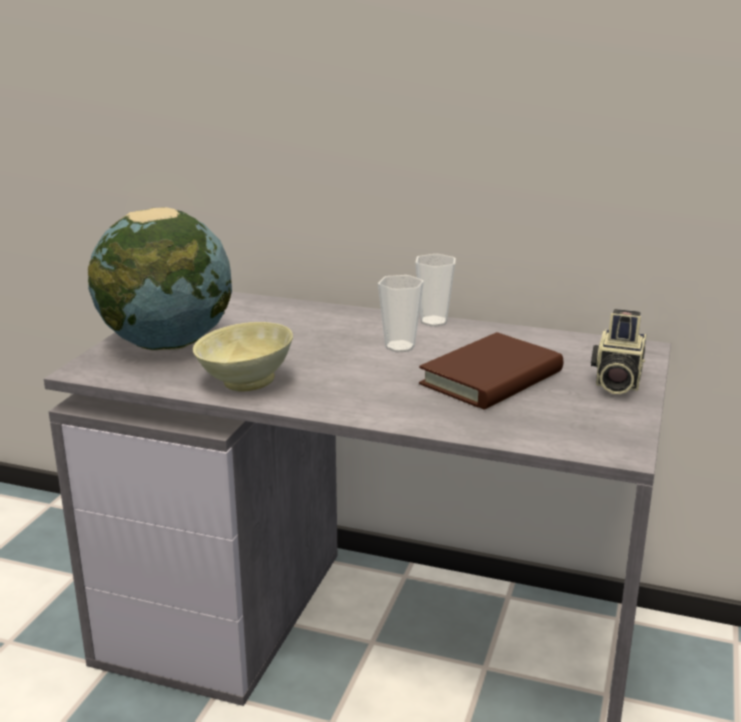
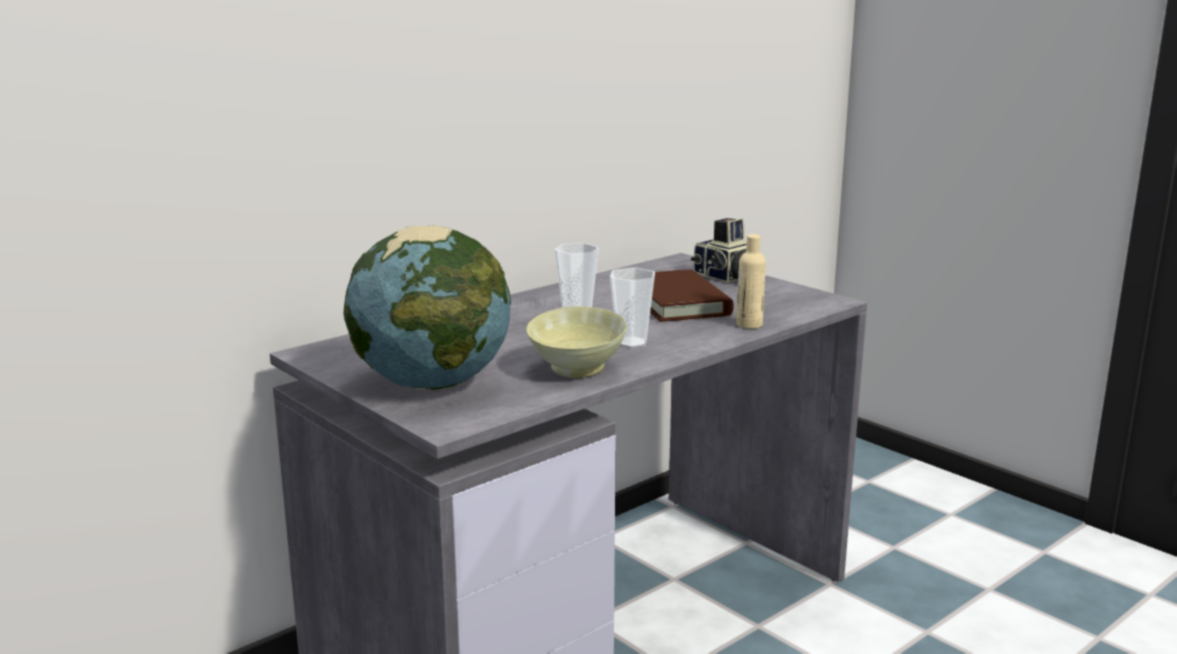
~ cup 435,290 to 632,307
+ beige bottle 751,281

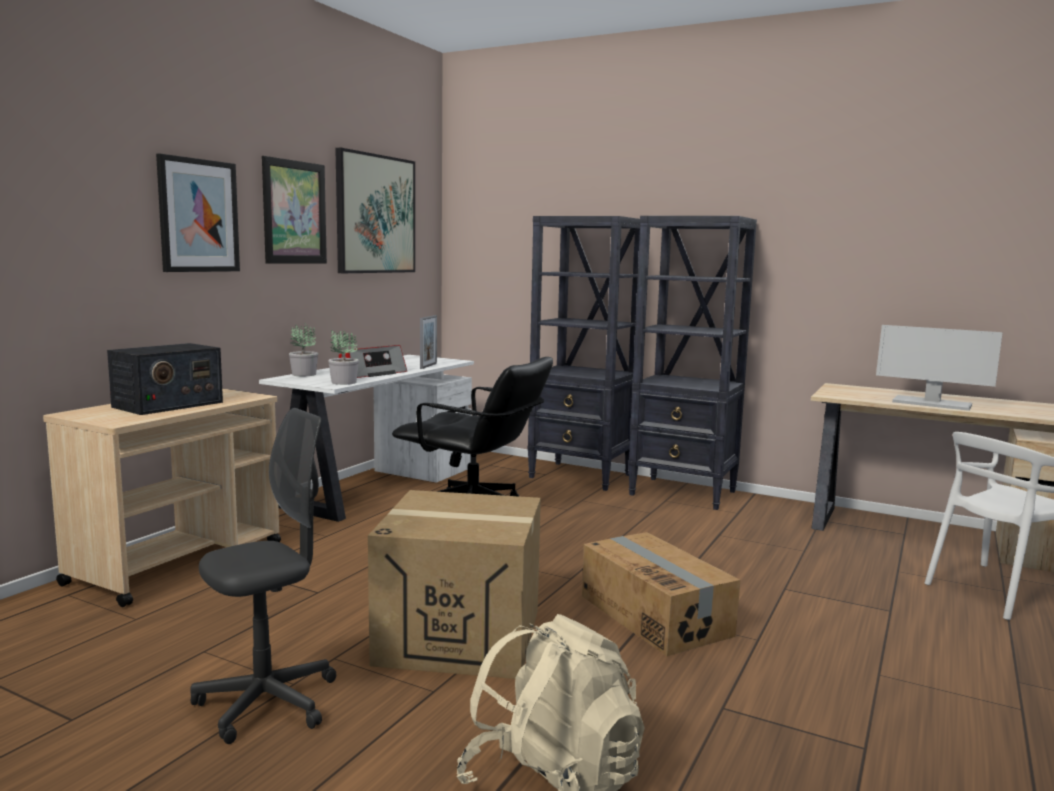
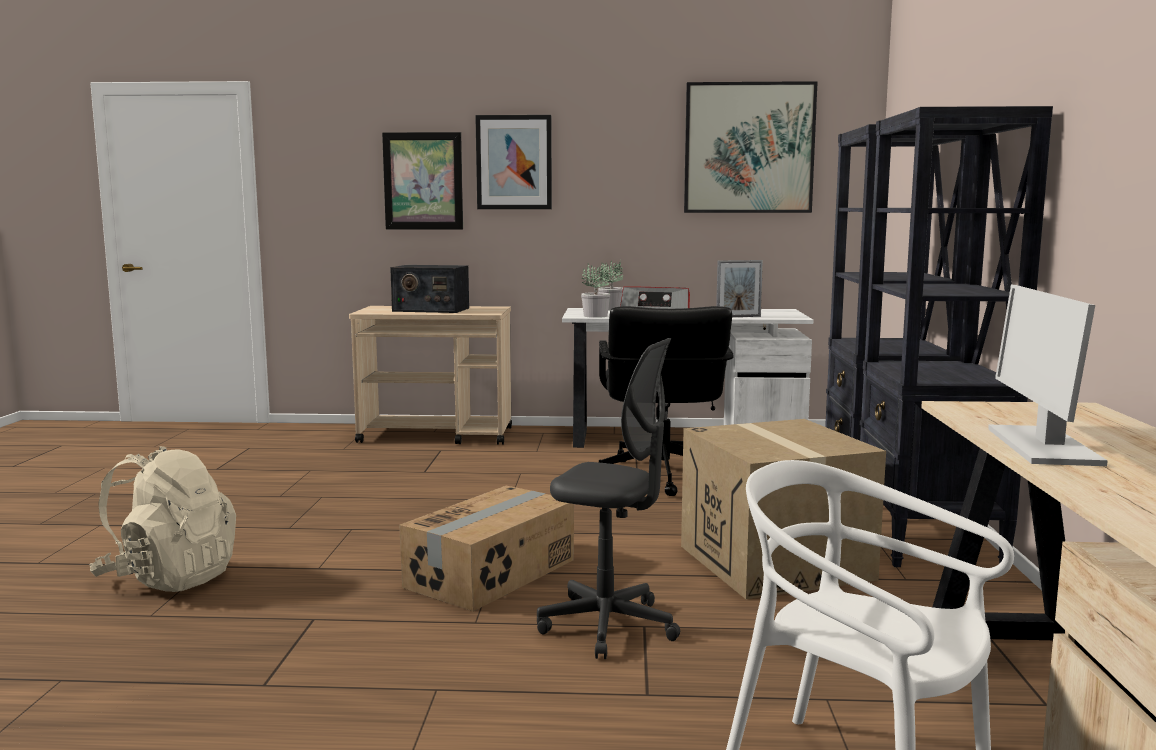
~ grey office chair 263,576 to 608,498
~ picture 294,210 to 422,180
~ cardboard box 454,584 to 783,509

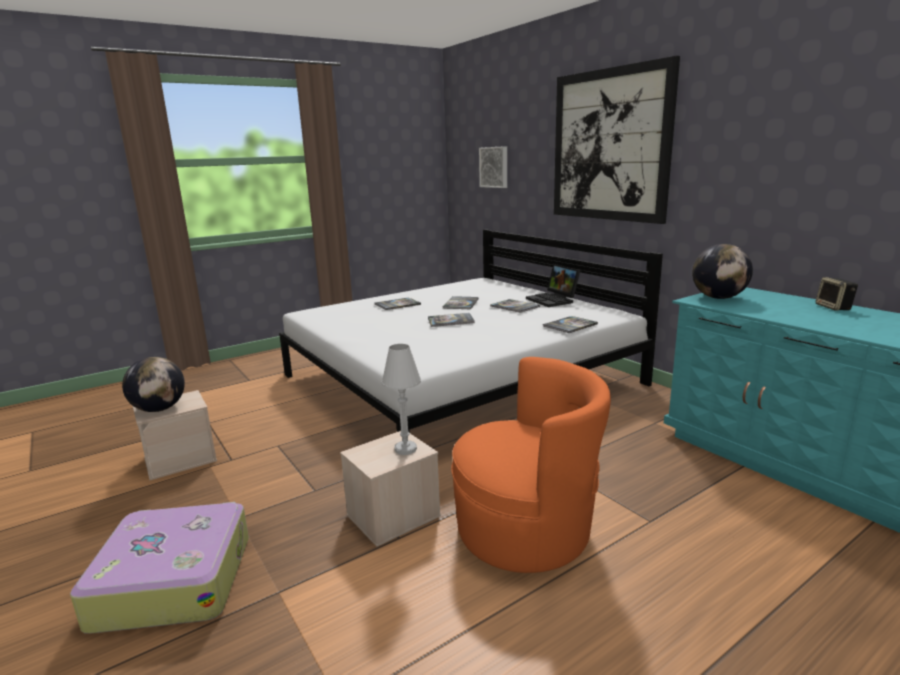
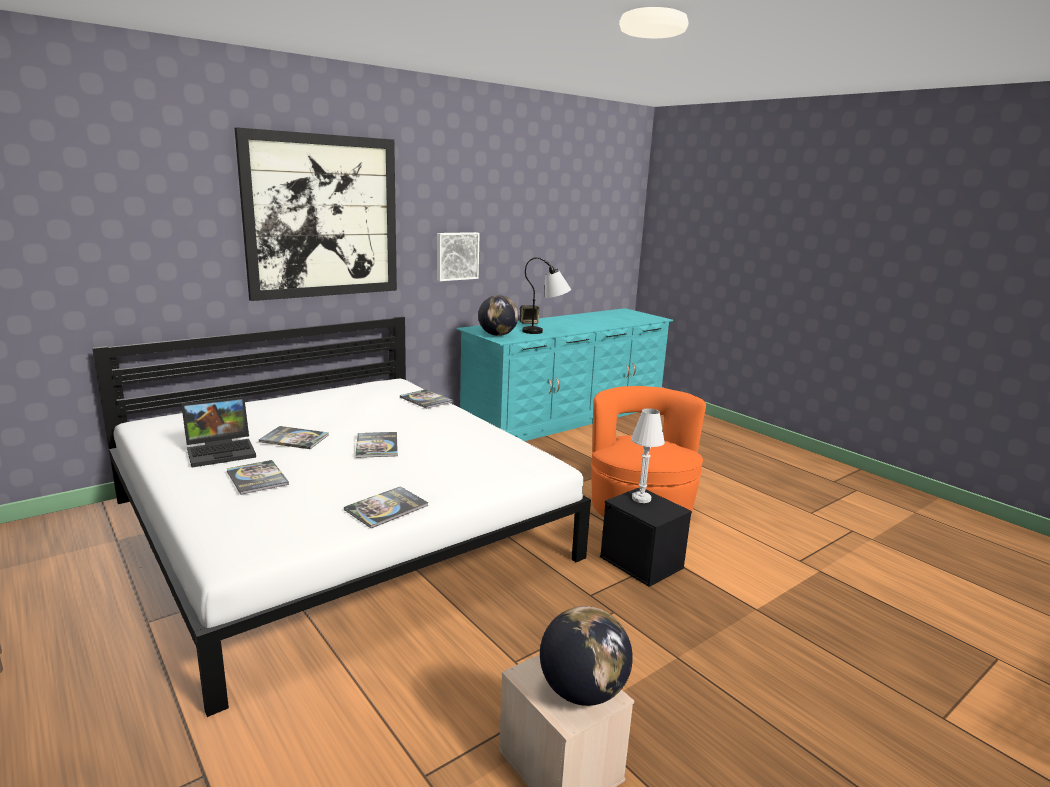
- suitcase 159,568
~ beige storage box 390,489 to black storage box 646,537
~ picture 493,167 to 458,256
~ book 515,306 to 386,507
~ laptop 553,285 to 218,432
+ table lamp 546,295

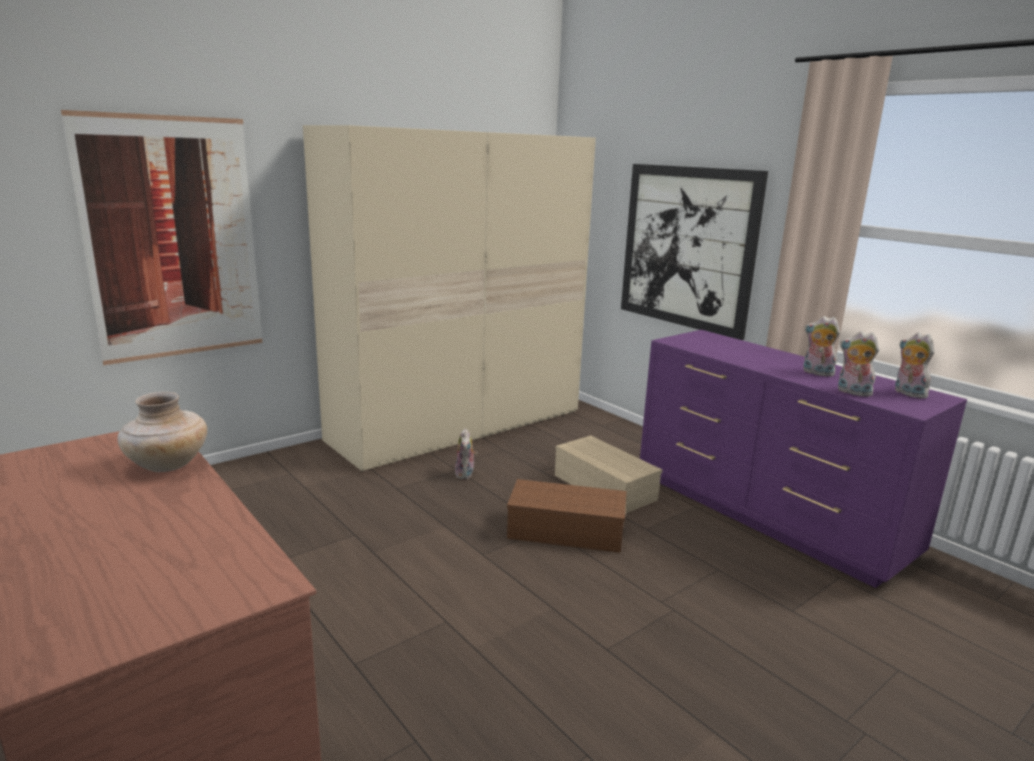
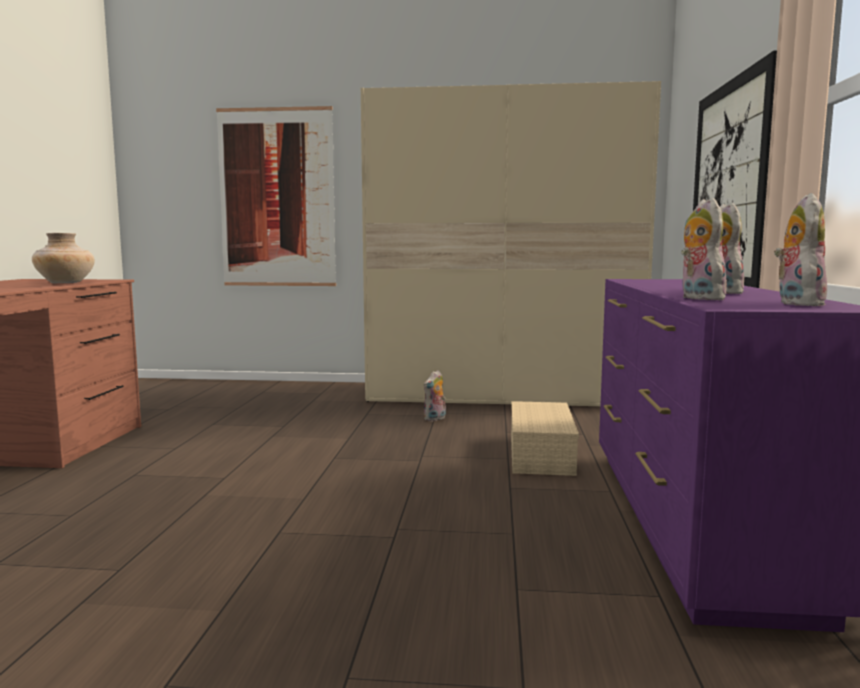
- brown storage box 566,516

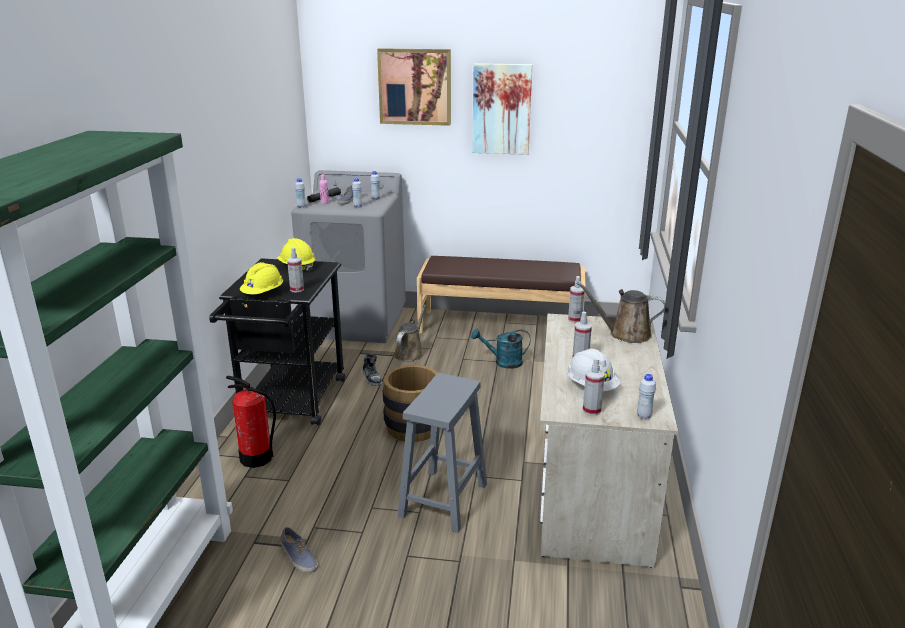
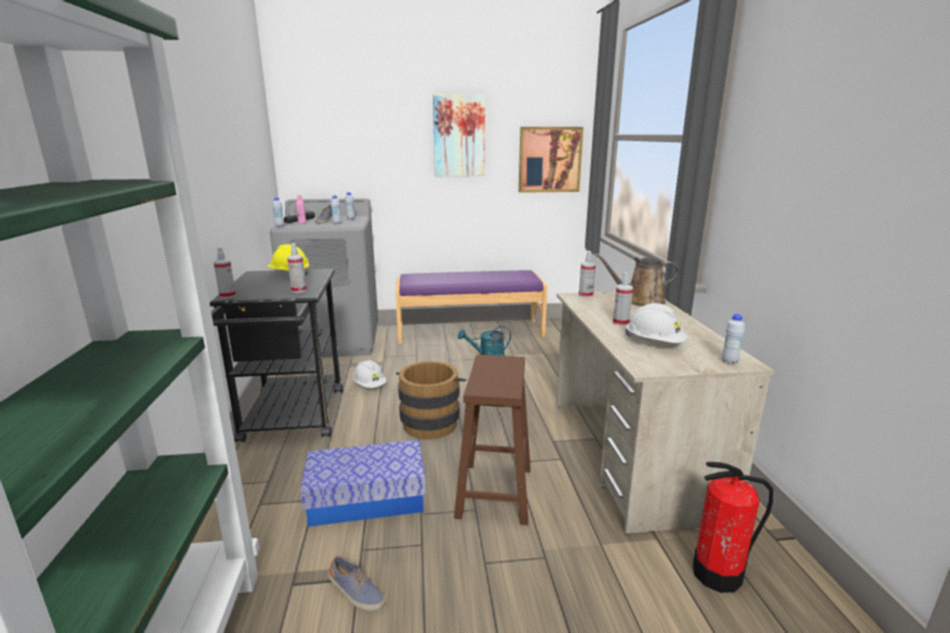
~ fire extinguisher 251,422 to 733,527
- yellow hard hat 261,278
~ shoe 372,370 to white hard hat 369,374
~ picture 414,87 to 551,160
- brown watering can 410,333
~ grey stool 442,453 to brown stool 492,440
~ brown bench 501,294 to purple bench 471,307
~ spray bottle 594,387 to 224,273
+ storage box 363,483

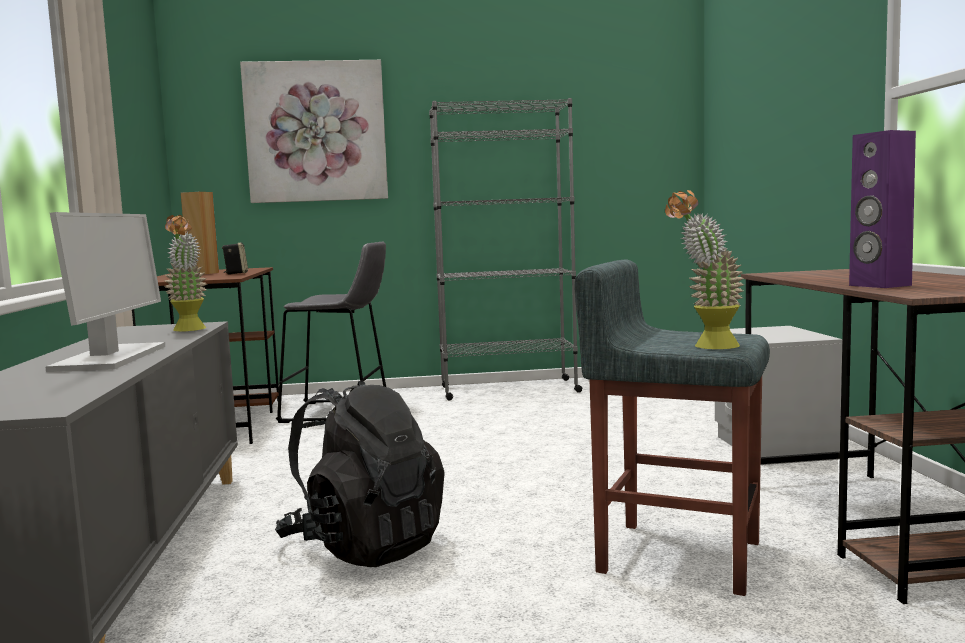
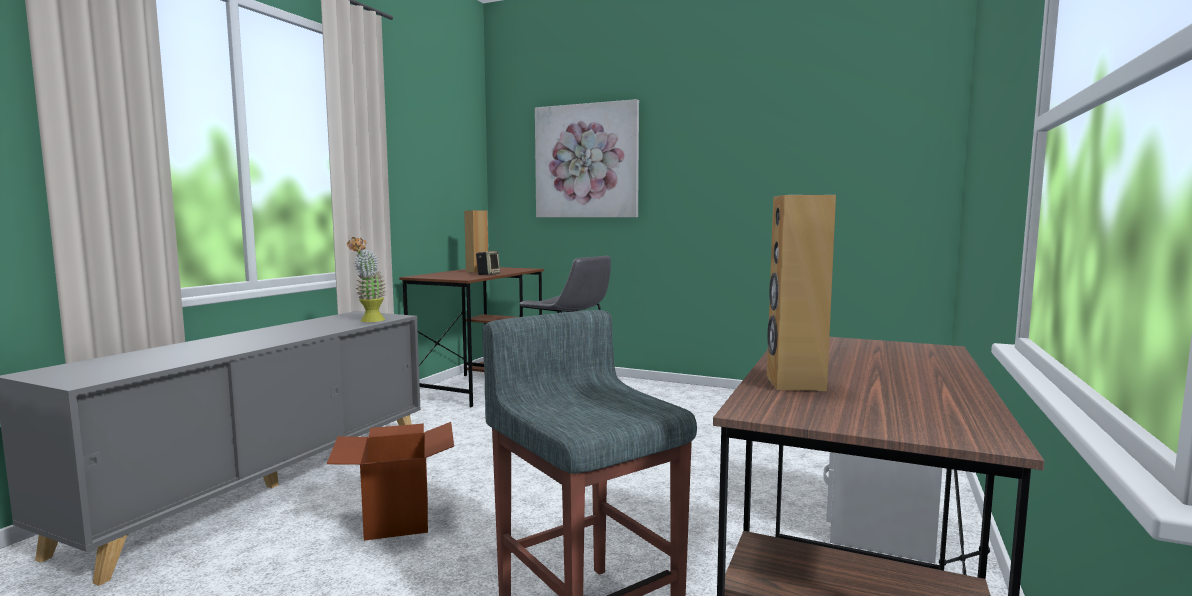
- monitor 105,292
~ black backpack 360,474 to cardboard box 390,481
- grey bookcase 506,249
- potted plant 705,269
~ purple speaker 882,209 to brown speaker 801,293

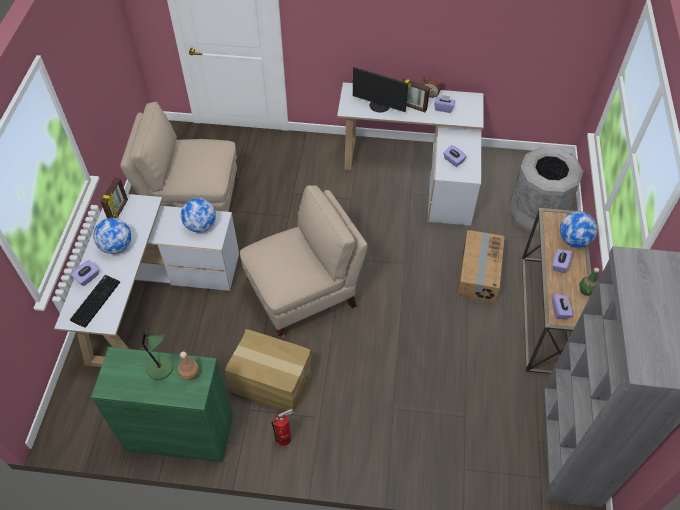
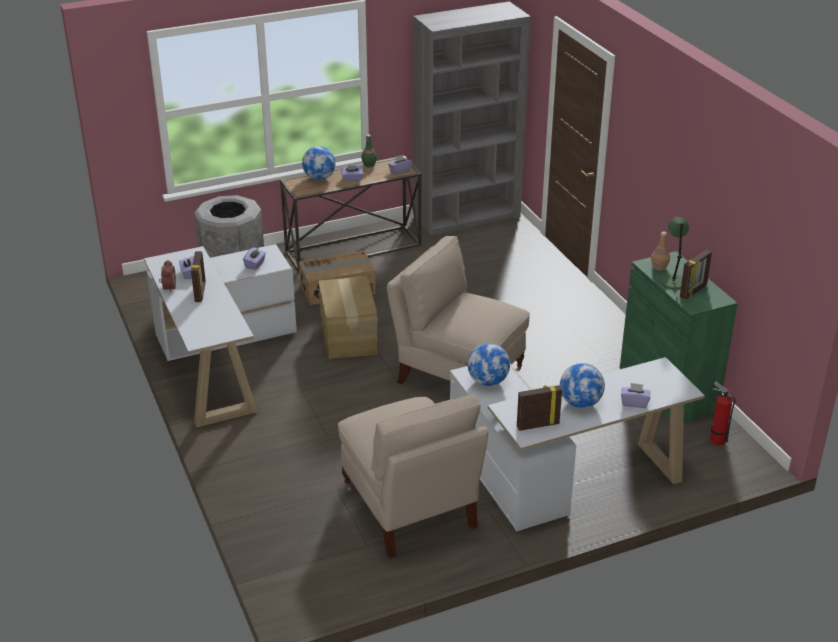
- keyboard 95,301
~ cardboard box 268,371 to 348,317
~ fire extinguisher 283,427 to 722,413
- monitor 380,90
+ picture frame 696,275

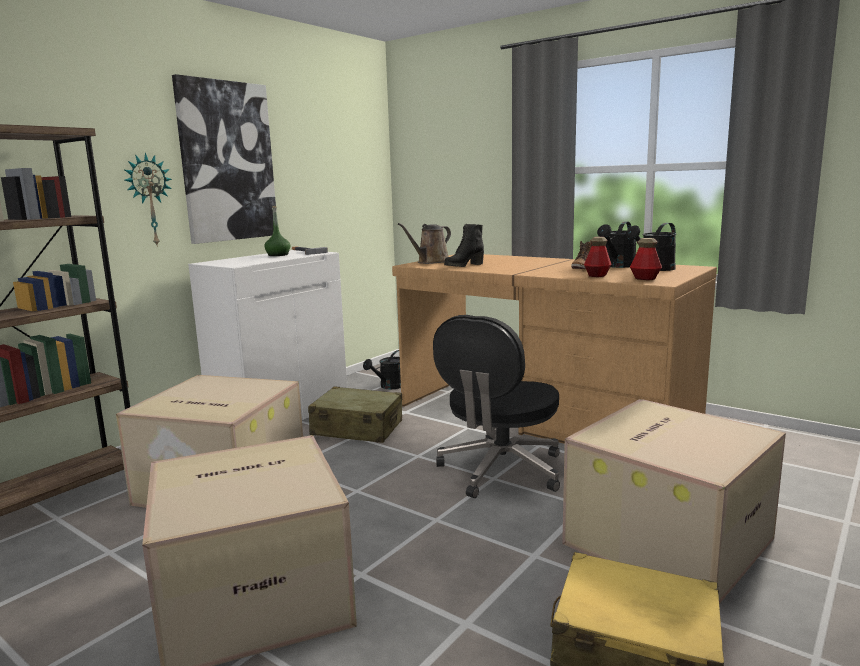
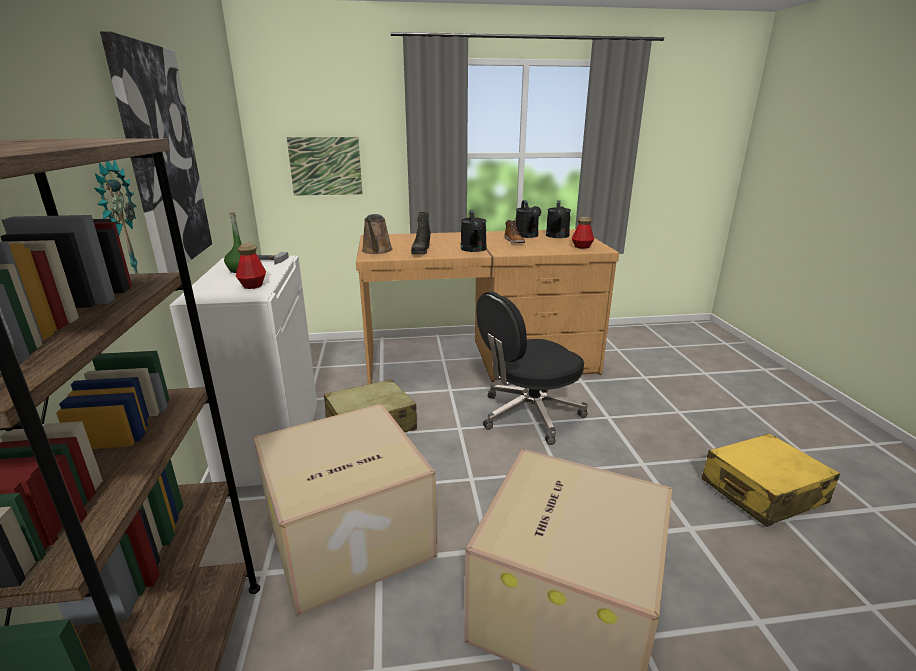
~ black watering can 382,369 to 474,231
~ black office chair 496,406 = 532,368 75 degrees clockwise
- cardboard box 674,501
~ bottle 598,257 to 251,266
+ picture 324,166

